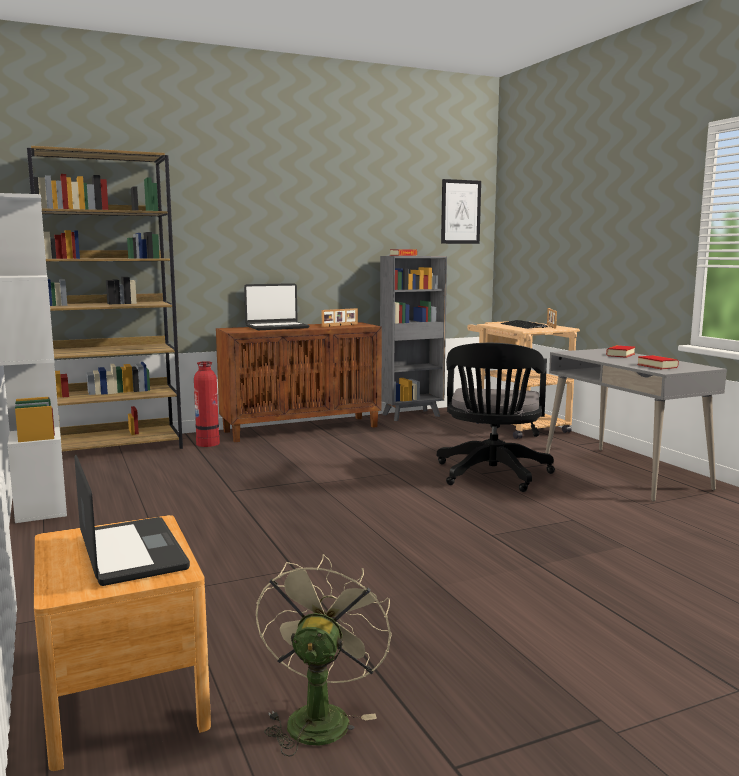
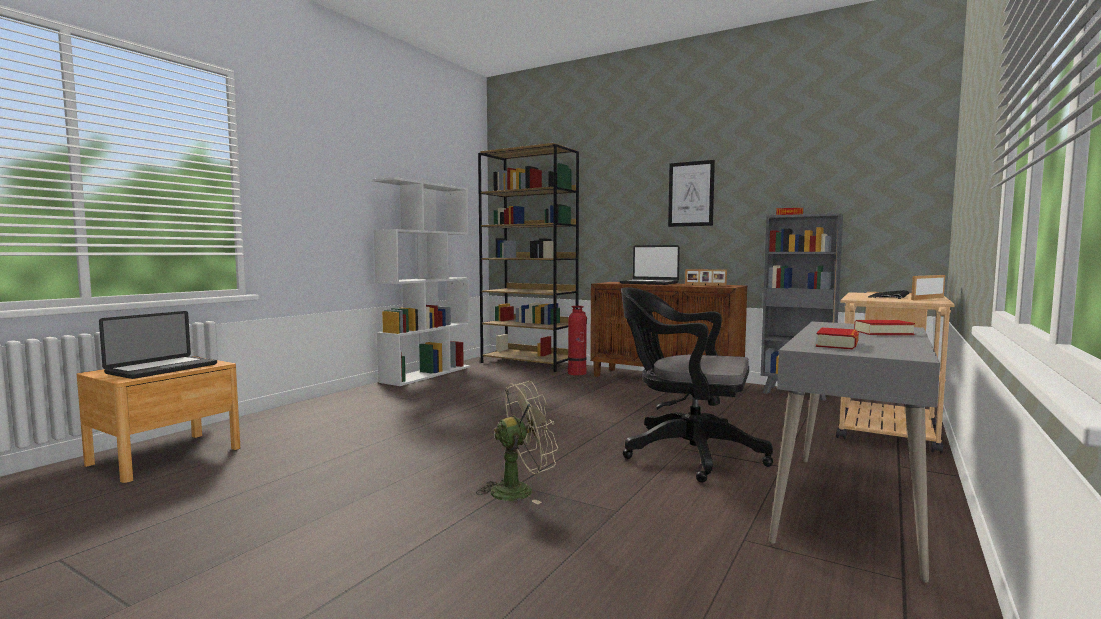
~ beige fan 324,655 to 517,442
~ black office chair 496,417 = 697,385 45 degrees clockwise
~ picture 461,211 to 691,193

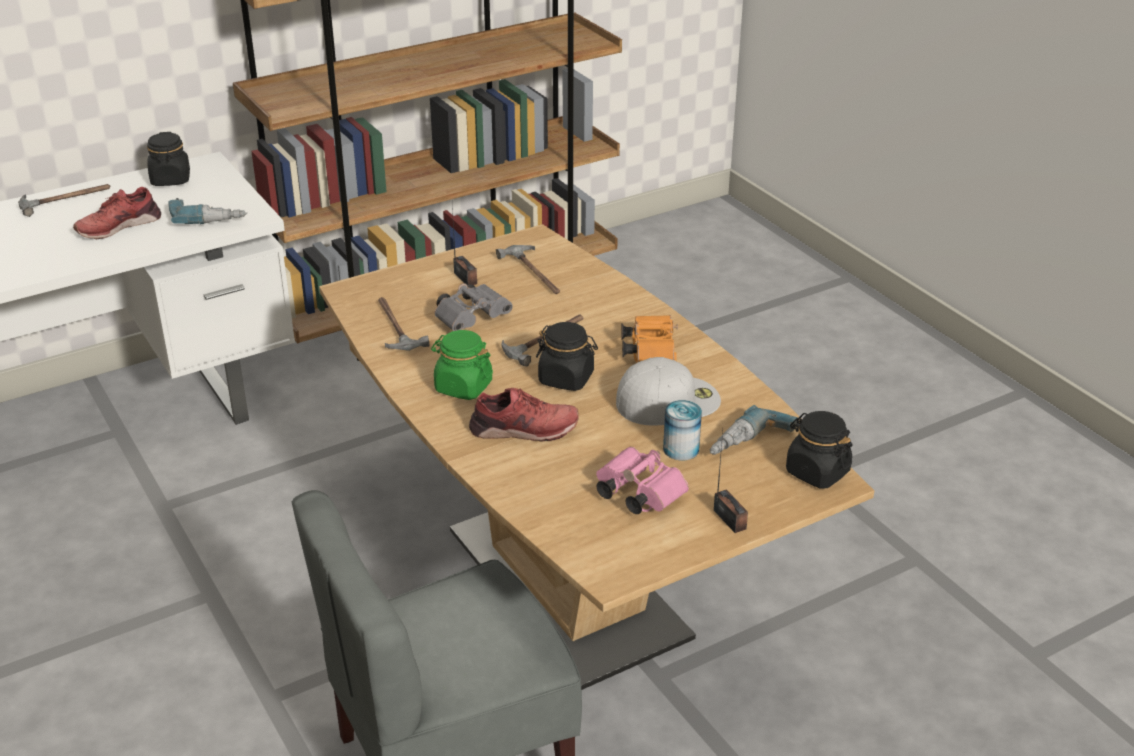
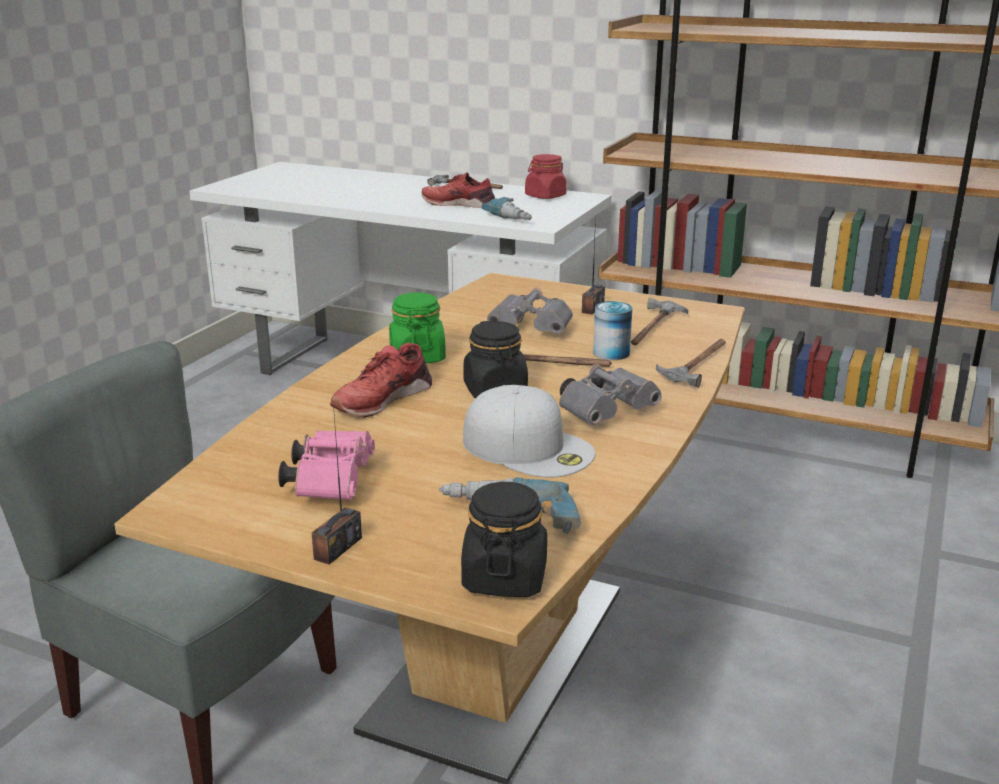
~ black jar 168,159 to red jar 546,176
~ hammer 403,324 to 691,363
~ red shoe 524,415 = 381,380 75 degrees clockwise
~ orange binoculars 649,339 to grey binoculars 610,394
~ can 682,430 to 612,330

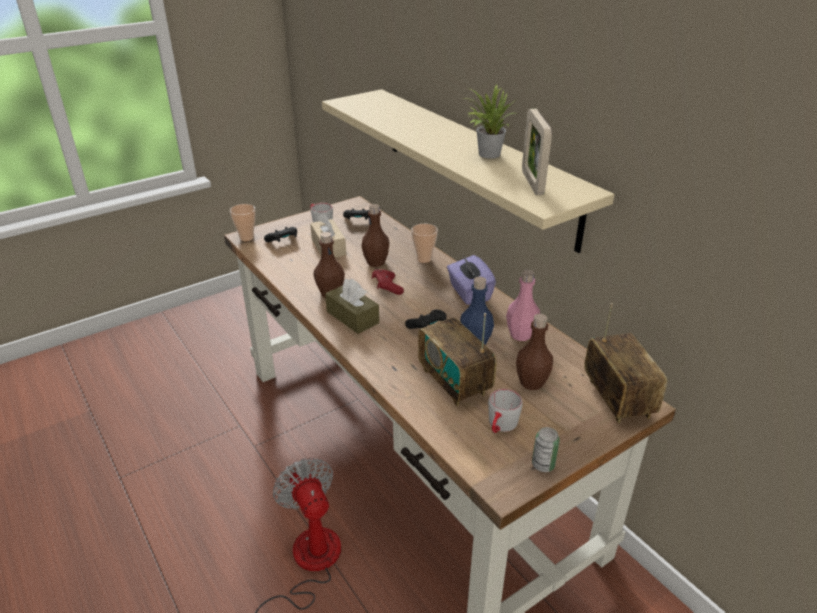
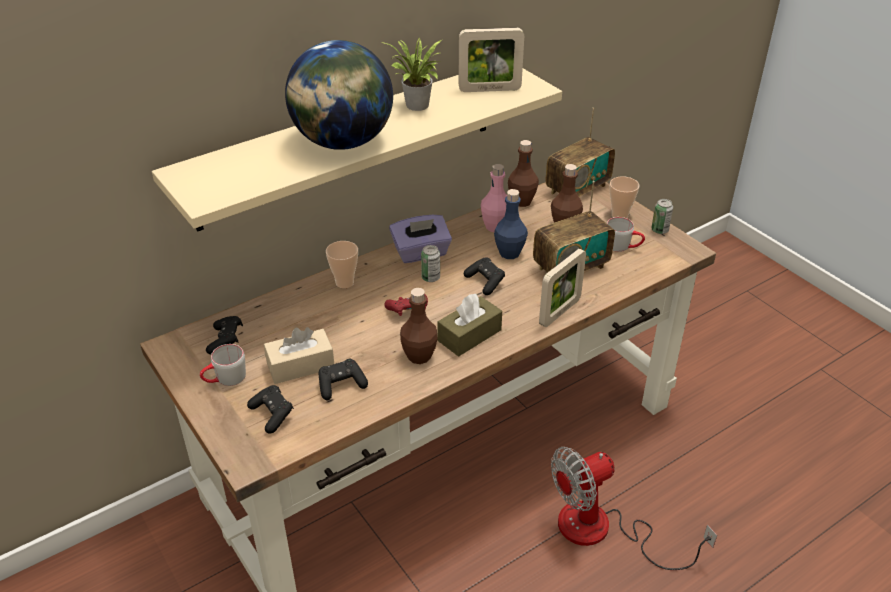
~ cup 243,222 to 624,197
~ brown bottle 375,235 to 523,173
~ radio 625,363 = 580,152 150 degrees clockwise
+ globe 339,95
+ black game controller 343,379
+ can 430,263
+ picture frame 562,288

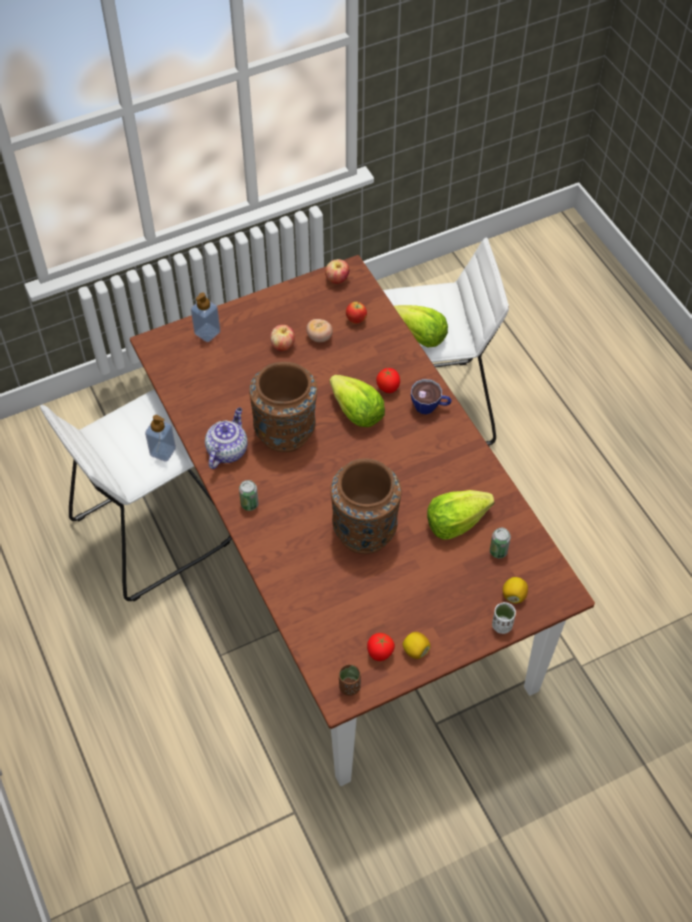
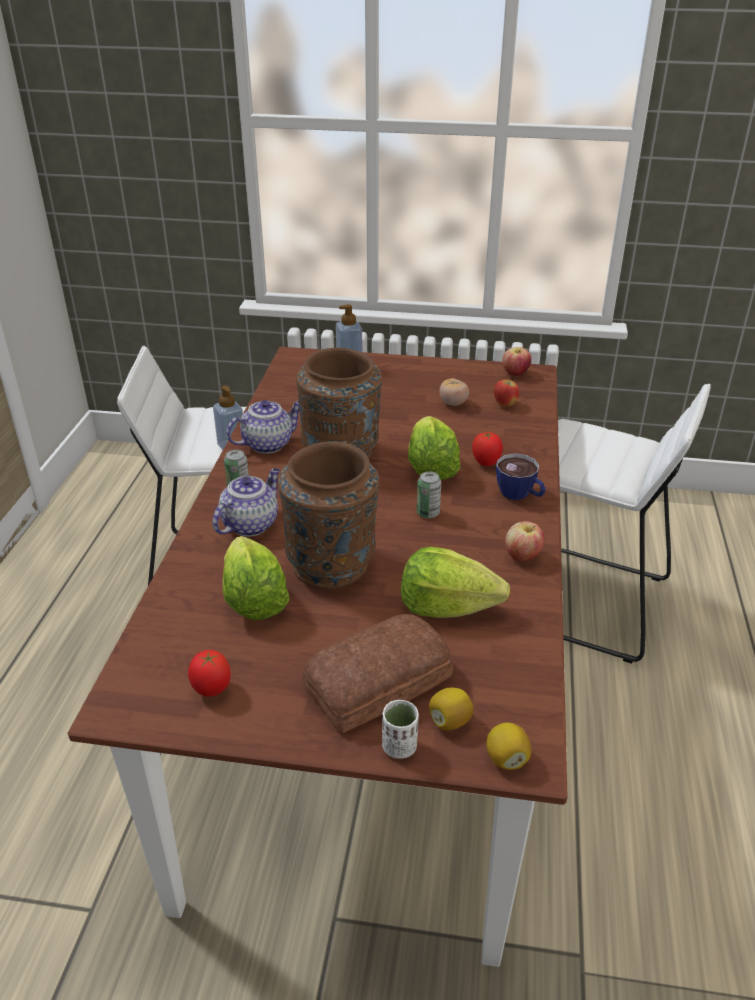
~ apple 282,338 to 525,541
- brown cup 350,680
~ lettuce 421,326 to 255,578
~ lemon 416,645 to 508,746
~ can 500,543 to 429,495
+ teapot 246,502
+ bread 377,673

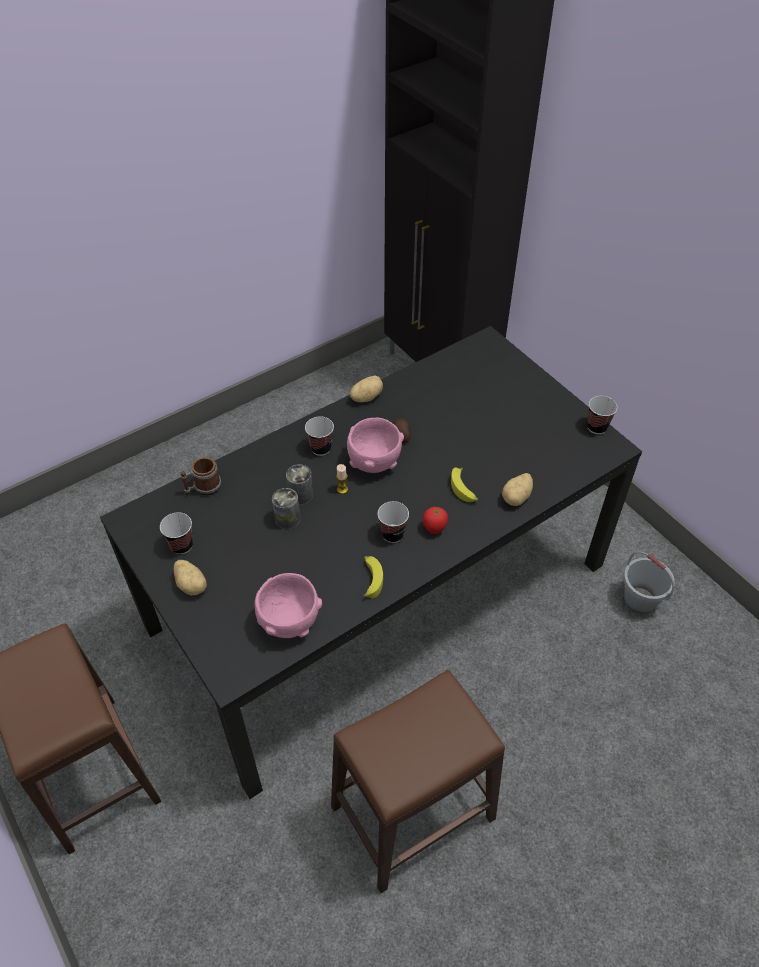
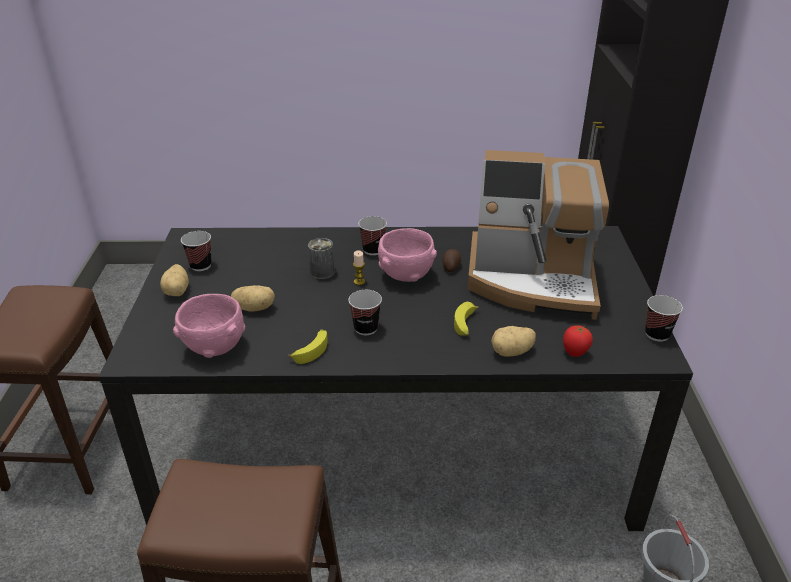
- mug 201,476
- can 286,508
~ potato 366,388 to 253,298
~ tomato 435,520 to 578,341
+ coffee machine 538,235

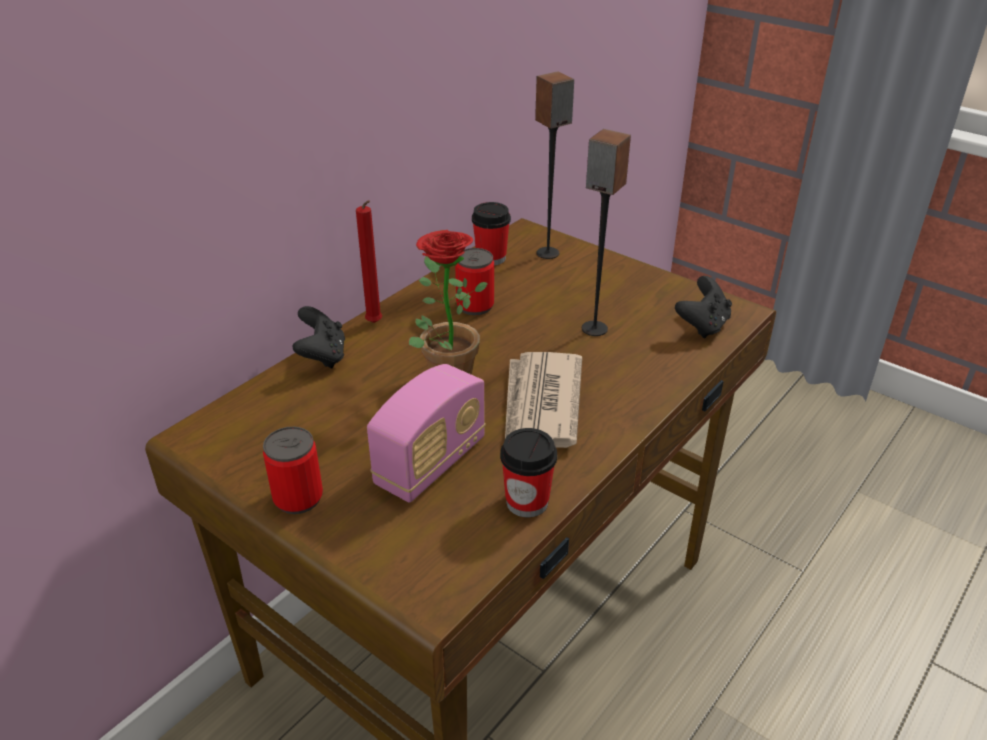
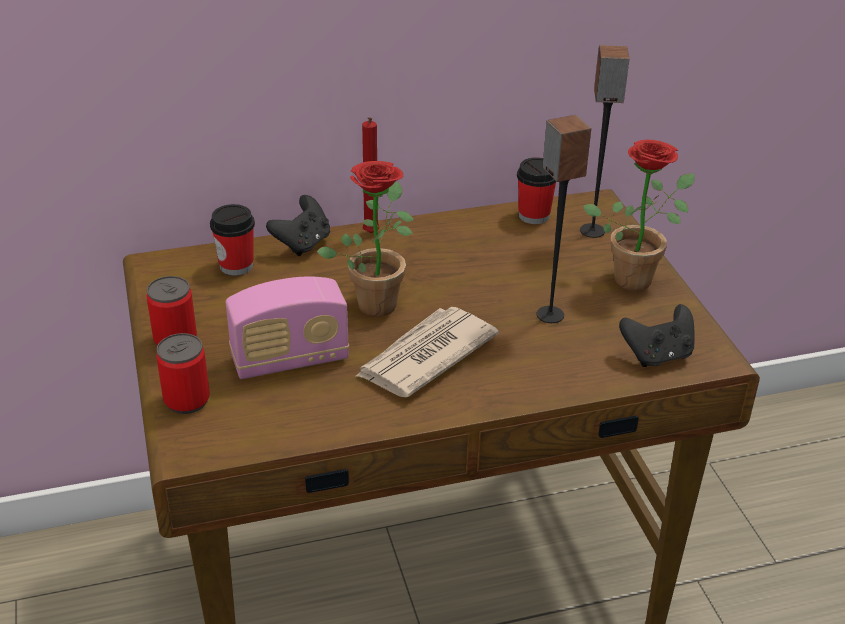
~ can 474,281 to 183,373
~ cup 528,472 to 232,240
+ potted plant 639,215

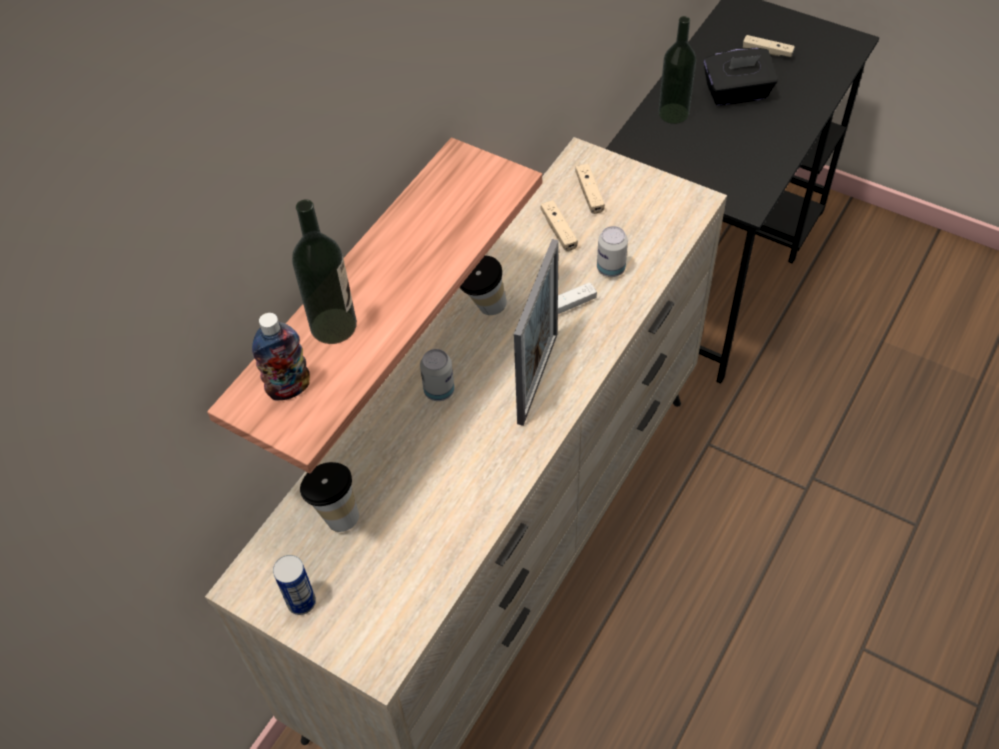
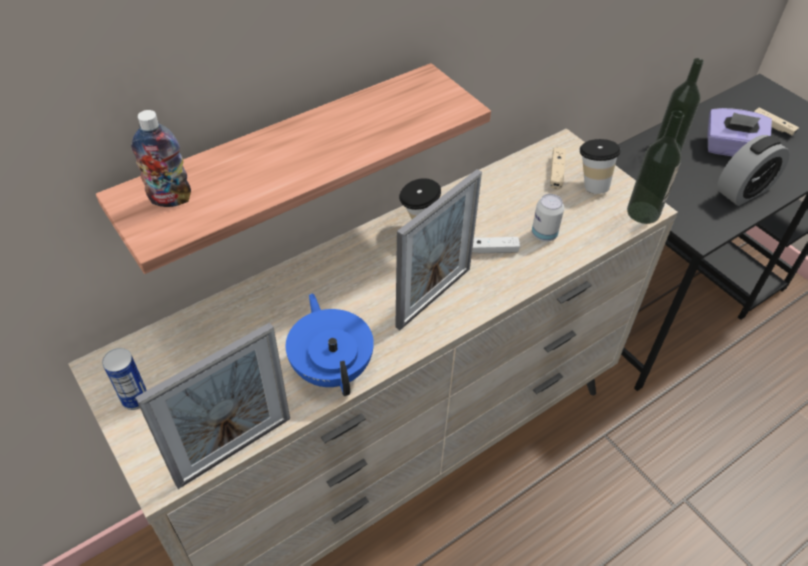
~ bottle 324,271 to 655,167
~ cup 329,497 to 600,166
- can 437,375
- beige game controller 559,225
~ black tissue box 741,77 to purple tissue box 740,132
+ picture frame 212,405
+ blue teapot 330,344
+ alarm clock 753,170

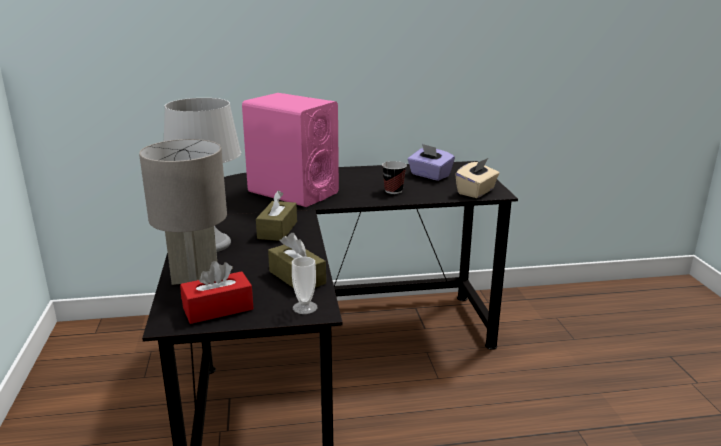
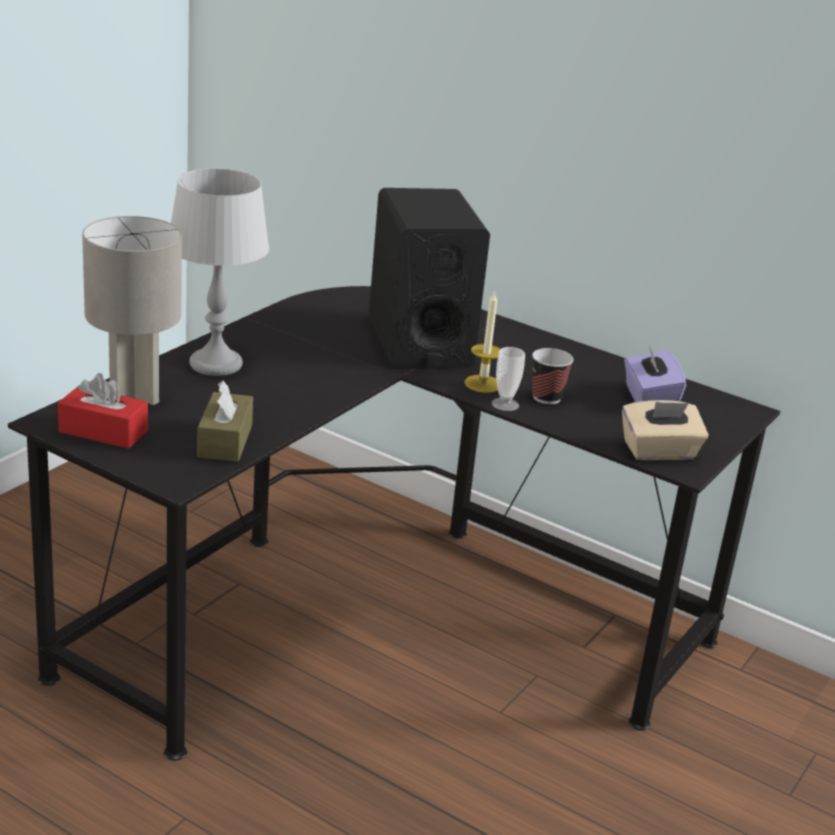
~ pink speaker 290,150 to black speaker 429,278
- brown tissue box 276,216
~ cup 304,285 to 508,379
+ candle 482,342

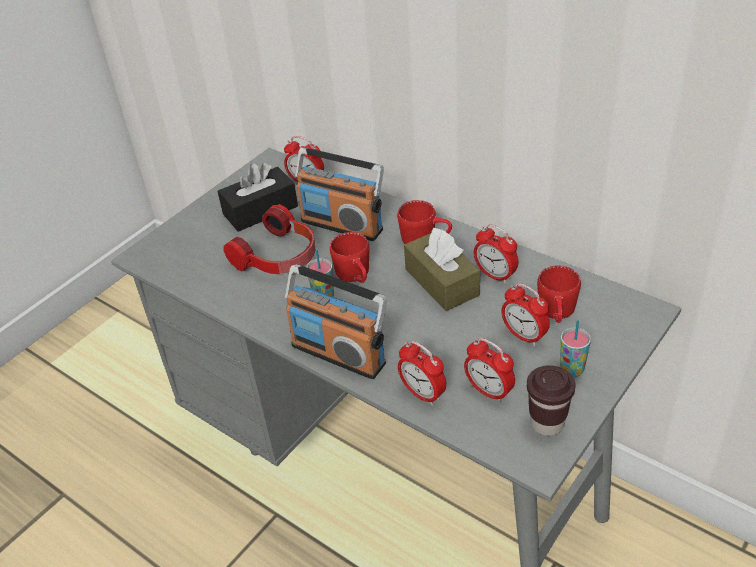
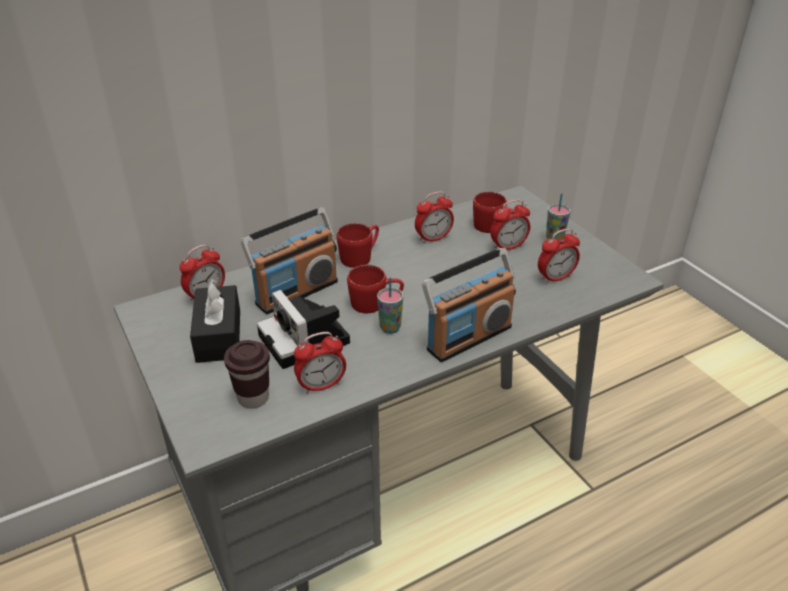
~ headphones 270,239 to photo camera 303,329
~ alarm clock 422,373 to 320,363
- brown tissue box 442,269
~ brown cup 551,400 to 247,374

